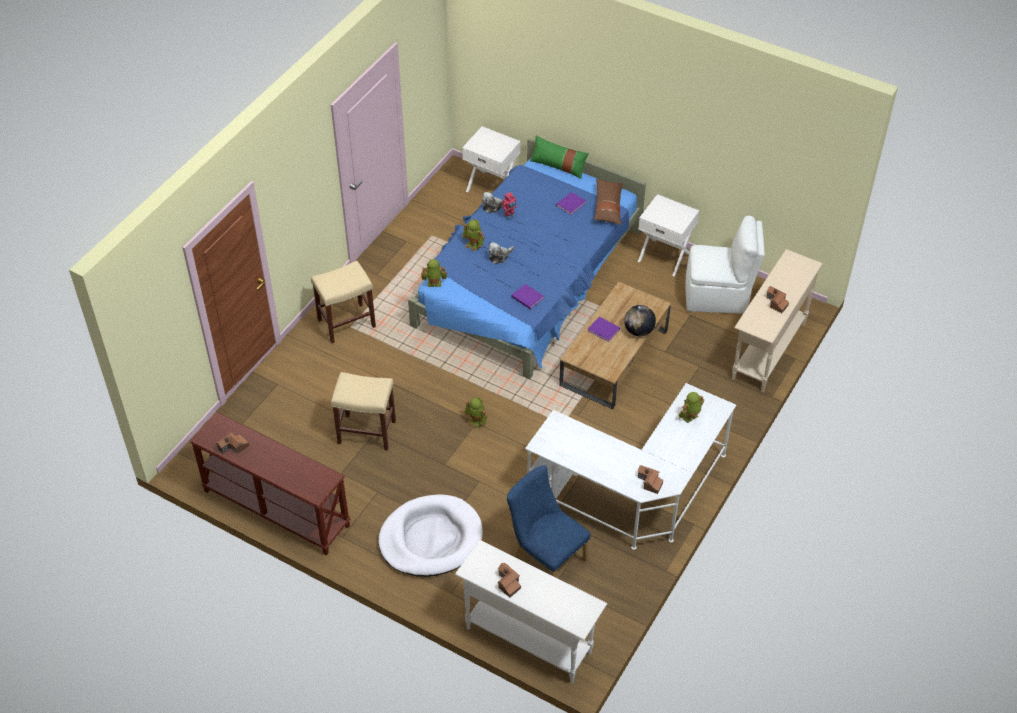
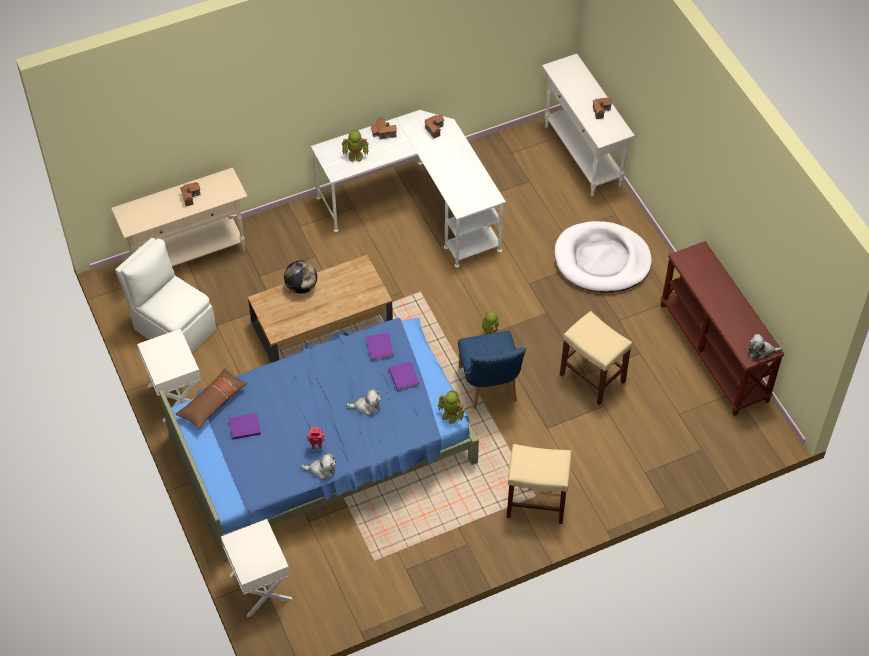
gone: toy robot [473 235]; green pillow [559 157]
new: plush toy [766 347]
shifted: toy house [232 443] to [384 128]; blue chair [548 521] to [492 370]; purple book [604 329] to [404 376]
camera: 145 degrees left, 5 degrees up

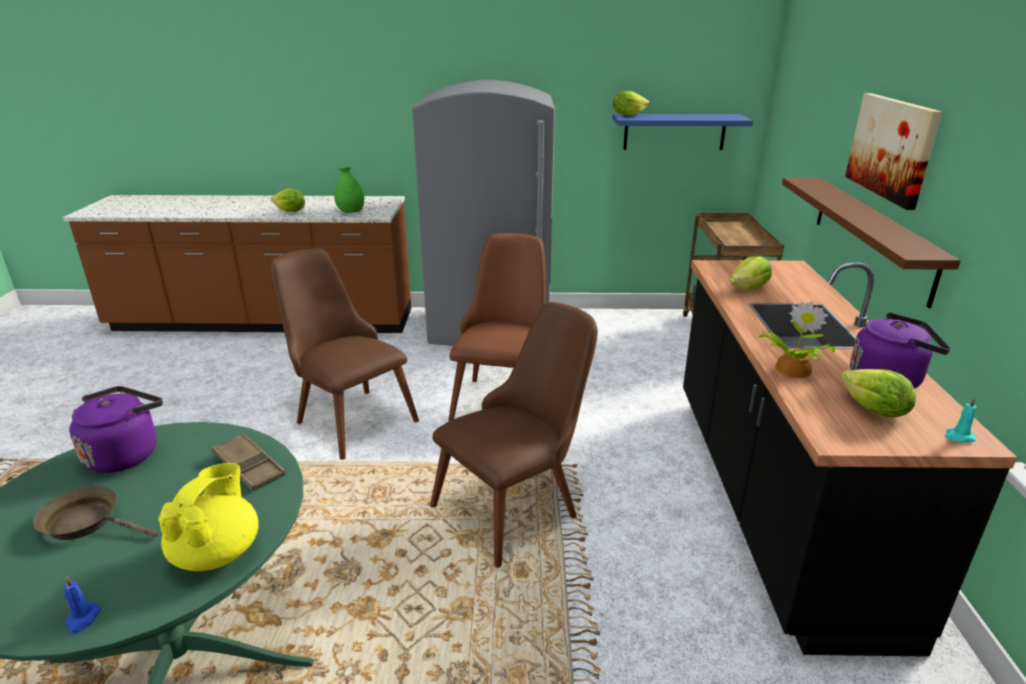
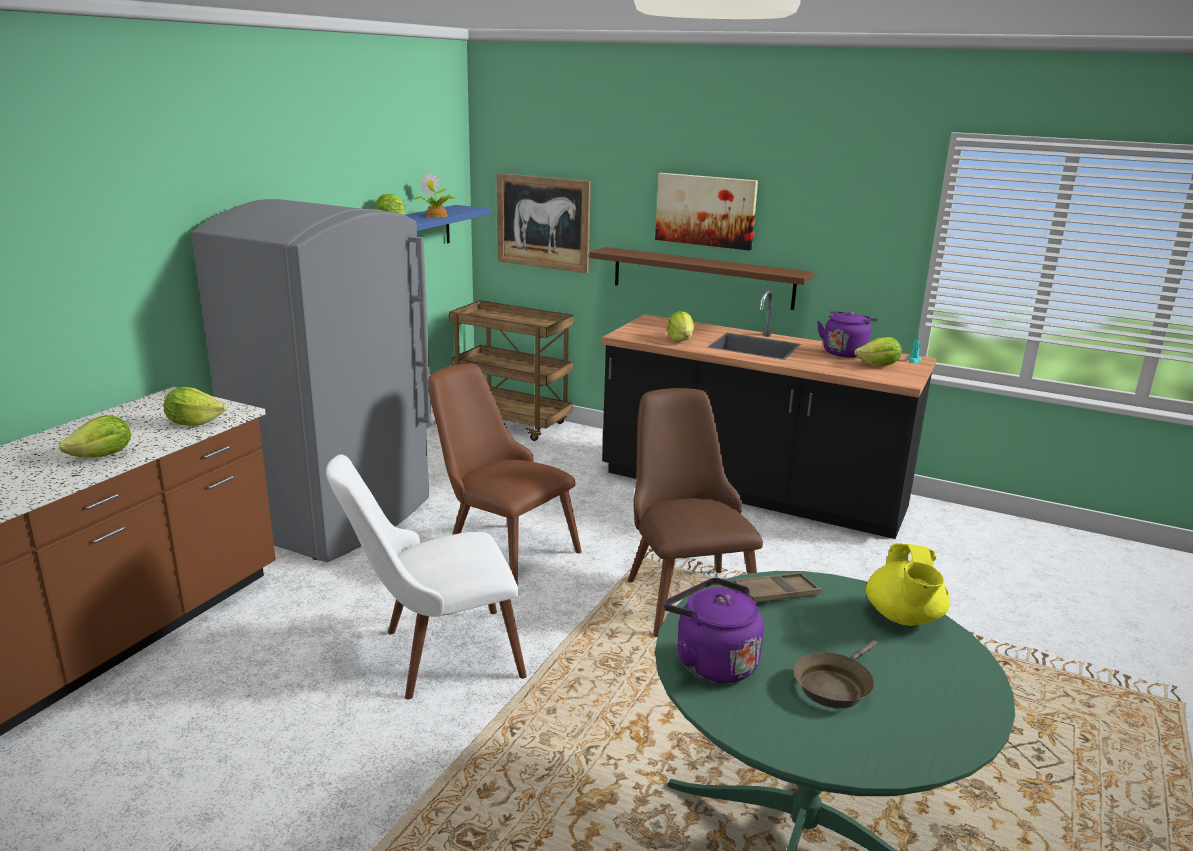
gone: blue candle [82 605]
new: picture [543 223]
shifted: potted plant [796 339] to [435 194]
swapped: green vase [349 190] to lettuce [195 406]
repainted: brown chair [344 354] to white chair [426 576]
rotated: yellow teapot [208 517] = [908 584] 120 degrees counterclockwise
camera: 65 degrees left, 5 degrees down

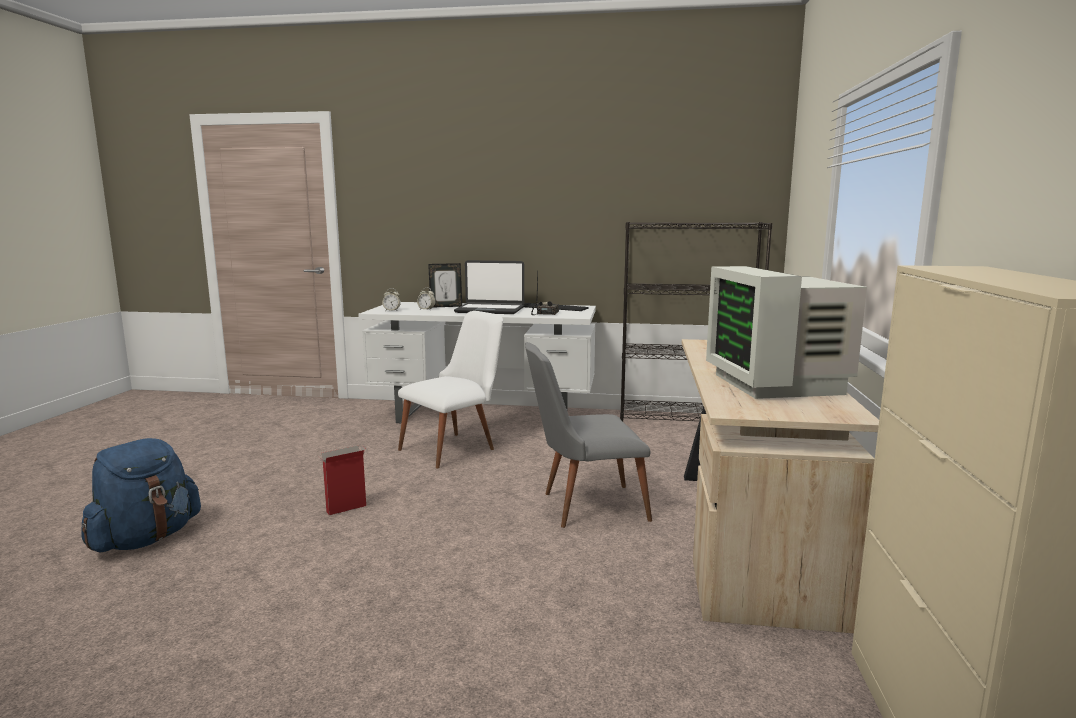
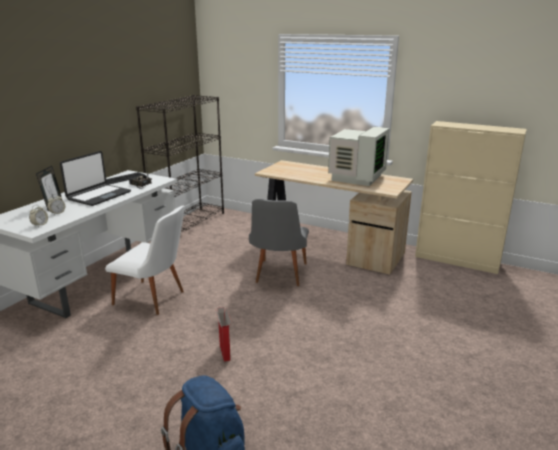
rotated: white chair [450 389] = [145 260] 135 degrees clockwise; monitor [786 332] = [359 156] 75 degrees counterclockwise
camera: 70 degrees left, 10 degrees up

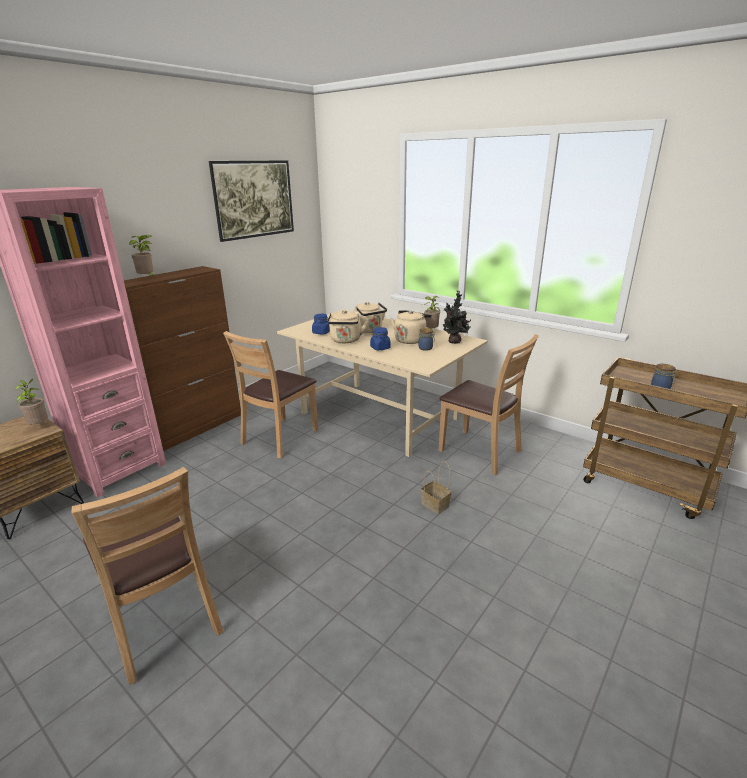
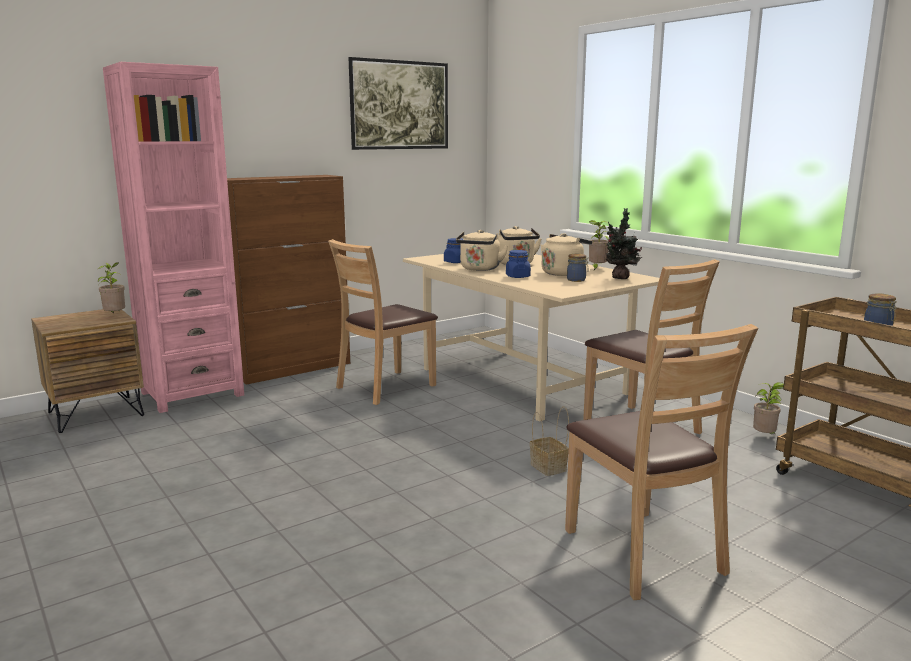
shifted: brown chair [147 576] to [662 462]; potted plant [143 255] to [768 408]
camera: 15 degrees right, 10 degrees down

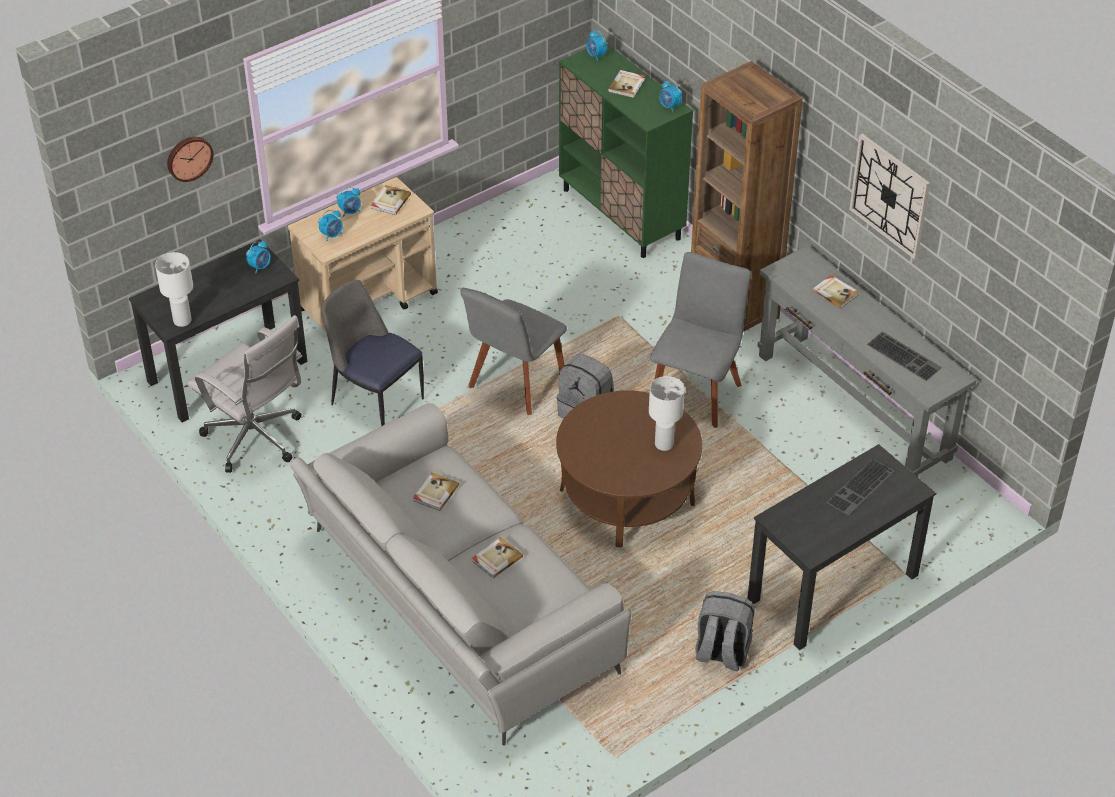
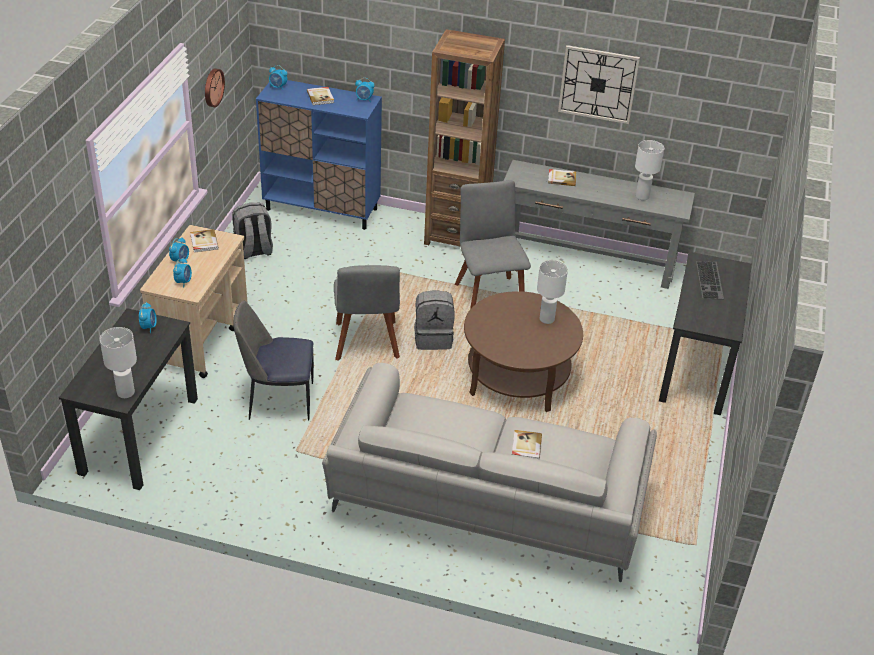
gone: white office chair [245 394]; book [436 491]
shifted: wall clock [190 159] to [215 87]; grey backpack [725 631] to [252 231]
swapped: keyboard [904 356] to white table lamp [649 170]
repainted: green cabinet [626 151] to blue cabinet [319 155]
camera: 40 degrees left, 5 degrees down

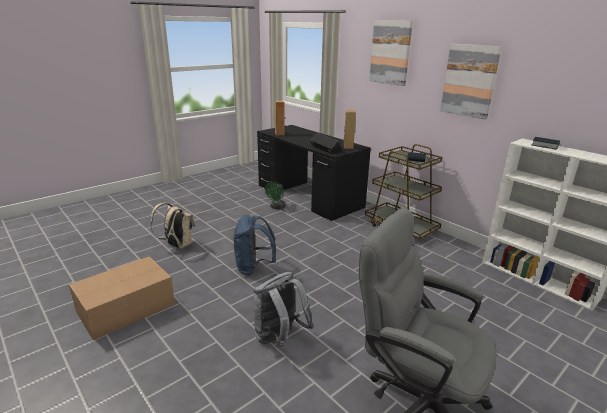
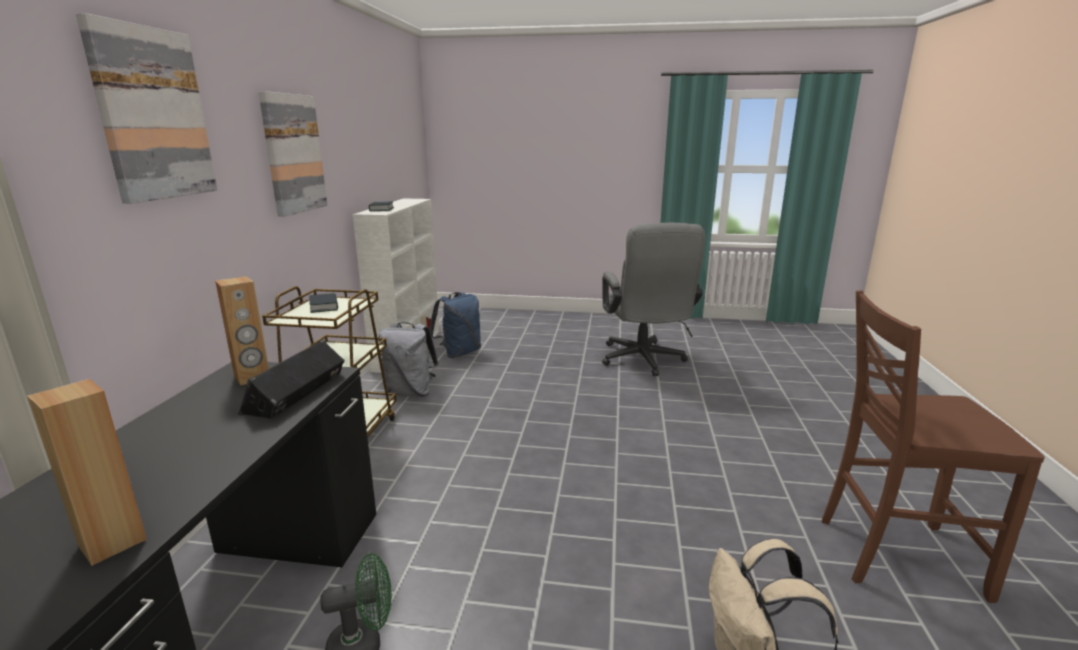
shifted: blue backpack [254 245] to [455 325]; grey backpack [283 309] to [408 359]
swapped: cardboard box [122 298] to brown chair [933 446]
camera: 130 degrees left, 5 degrees down

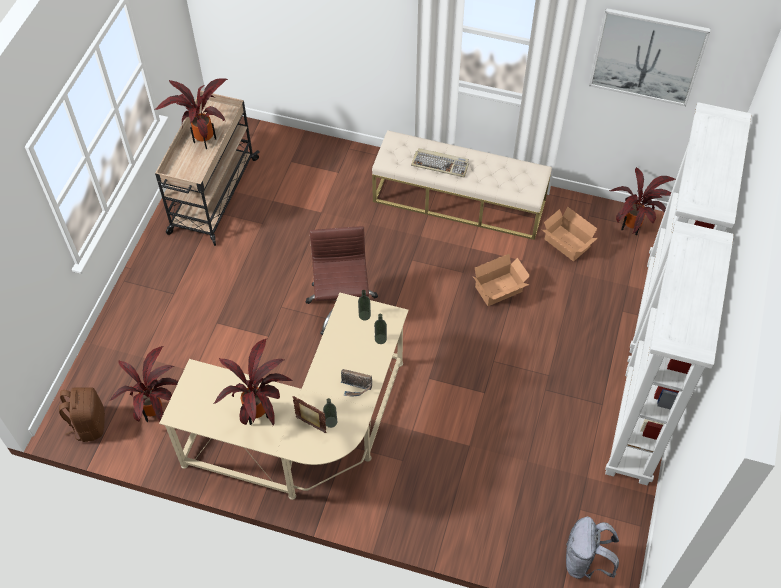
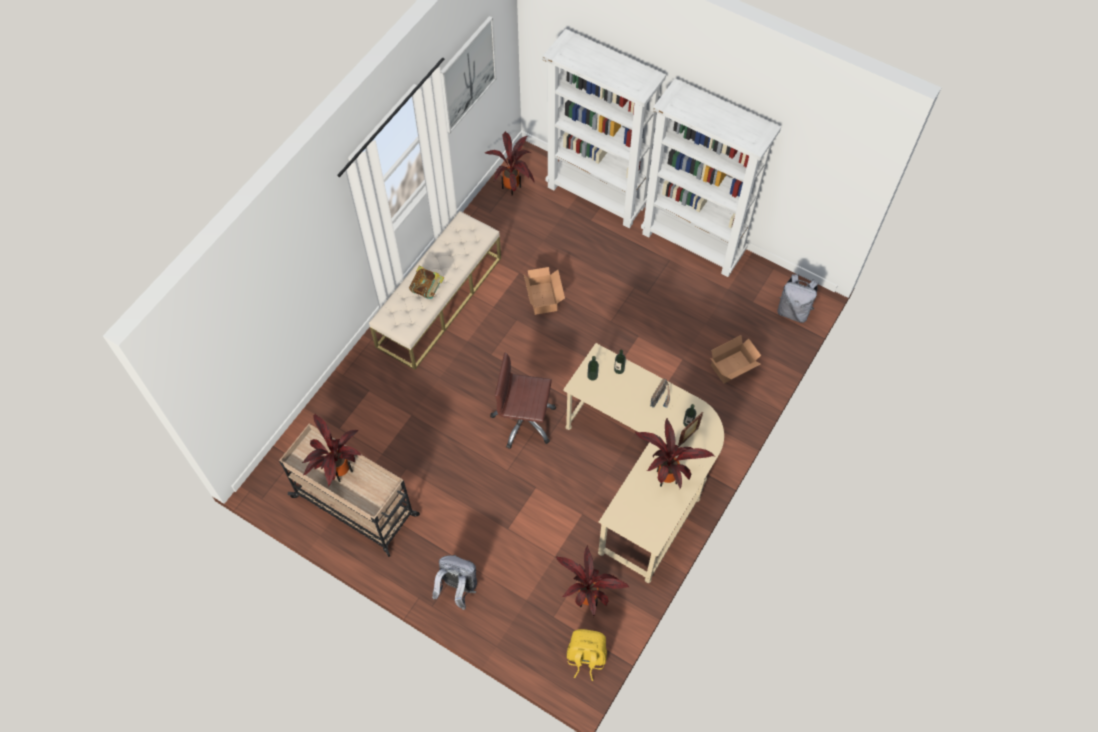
new: grey backpack [454 582]
shifted: cardboard box [570 234] to [735 359]
swapped: keyboard [440 163] to book [426 282]
repainted: brown backpack [82 414] to yellow backpack [587 655]
camera: 75 degrees left, 5 degrees up

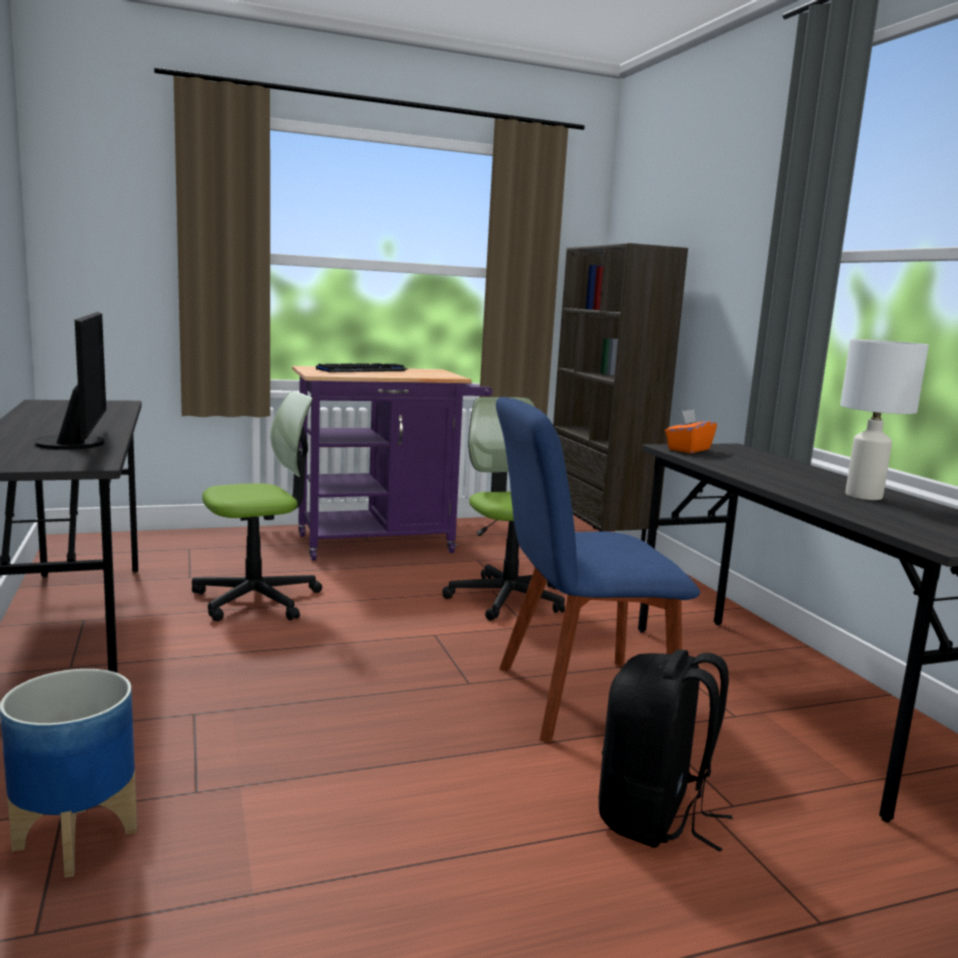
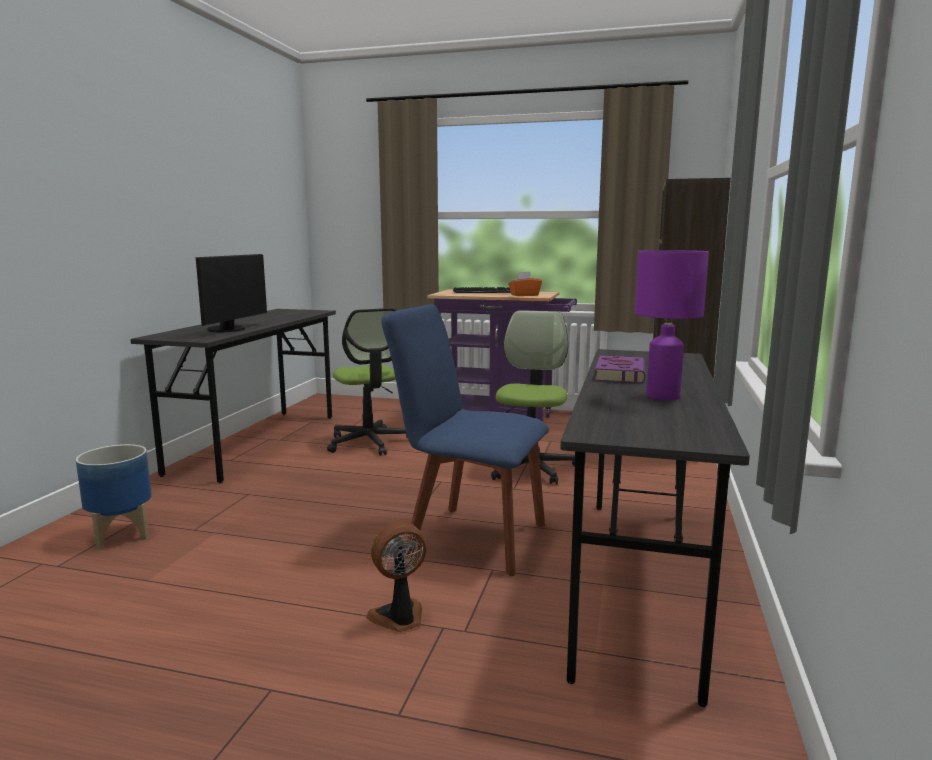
new: purple book [620 369]
shifted: orange tissue box [691 431] to [525 284]
swapped: black backpack [666 750] to fan [396 576]
repainted: white table lamp [884 419] to purple table lamp [672 325]
rotated: office chair [257 506] = [367 382] 60 degrees clockwise
camera: 35 degrees right, 0 degrees up

